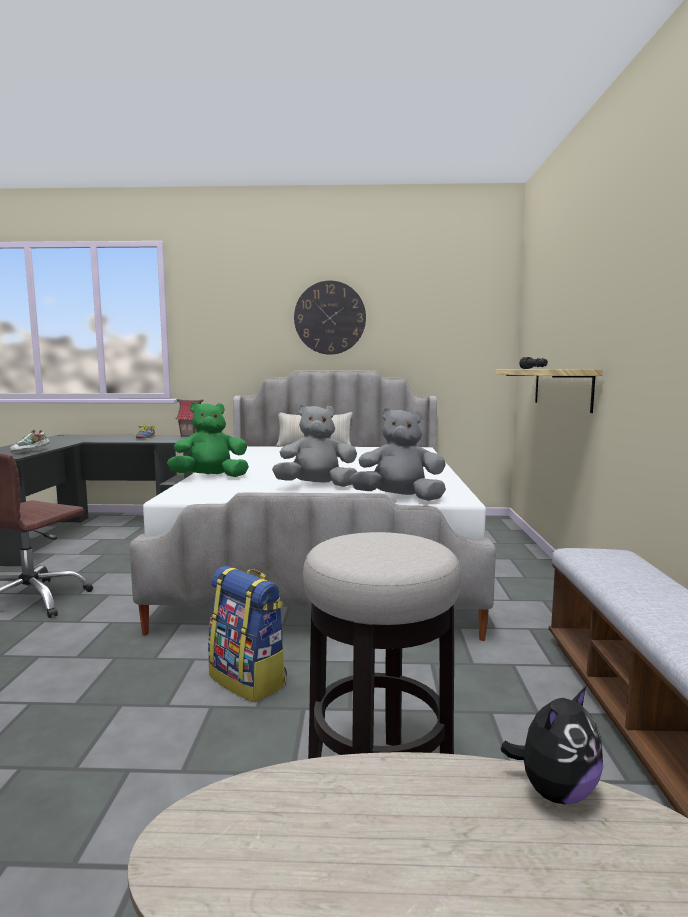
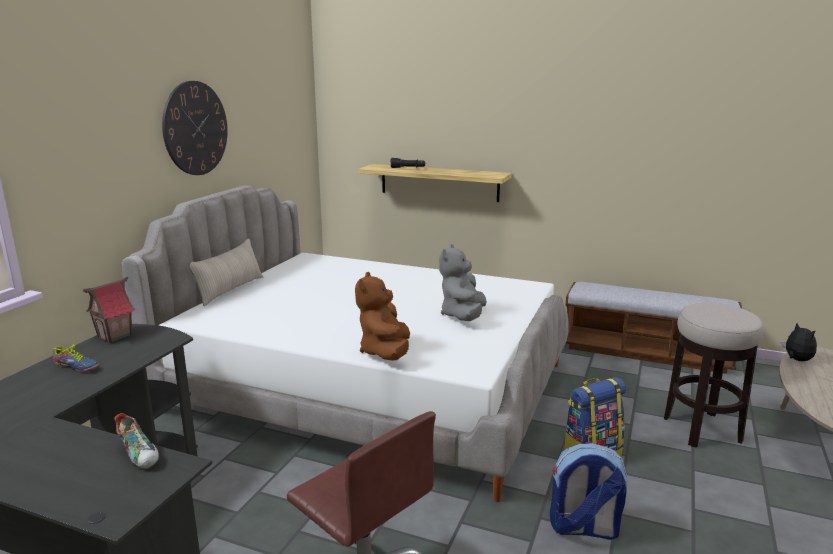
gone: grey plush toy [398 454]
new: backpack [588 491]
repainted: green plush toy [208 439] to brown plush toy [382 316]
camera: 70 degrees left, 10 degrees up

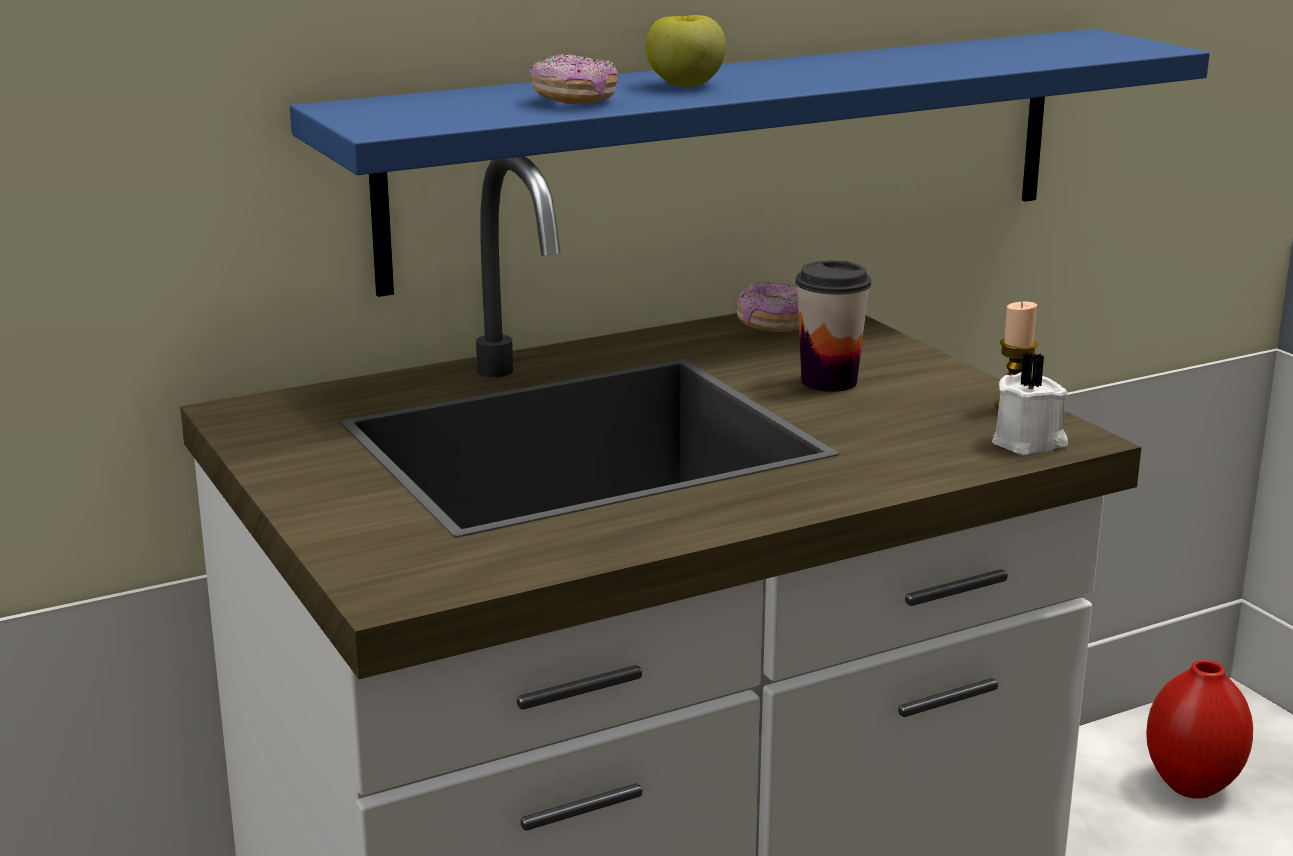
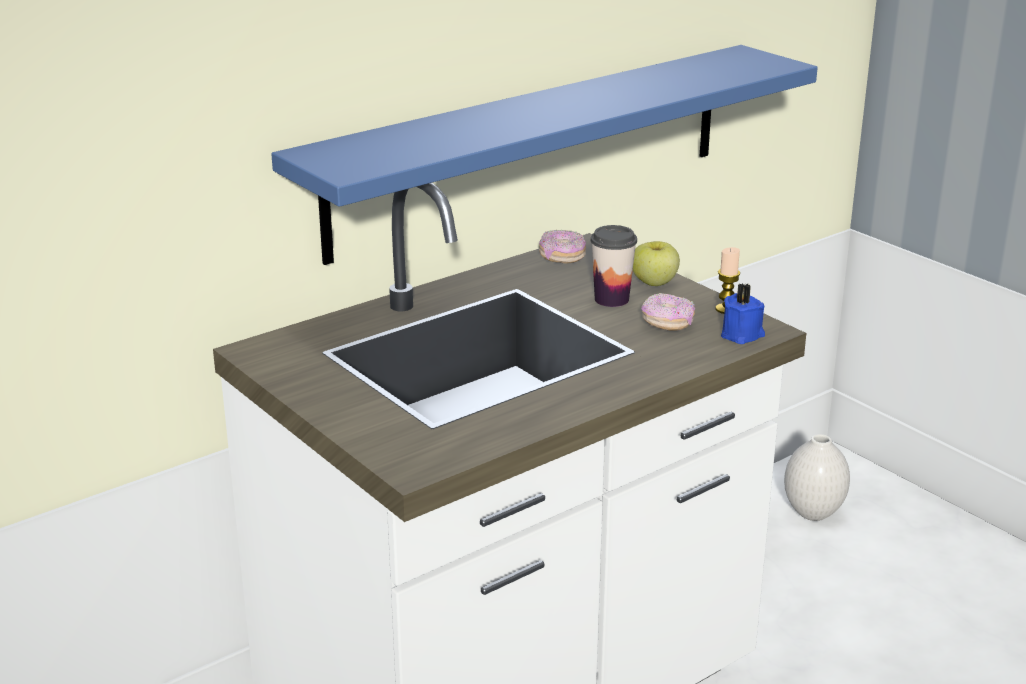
shifted: donut [573 79] to [668 312]; apple [686 51] to [656 263]
repainted: white candle [1030 404] to blue candle [743 313]; red vase [1199 729] to white vase [817 477]
camera: 10 degrees left, 5 degrees up

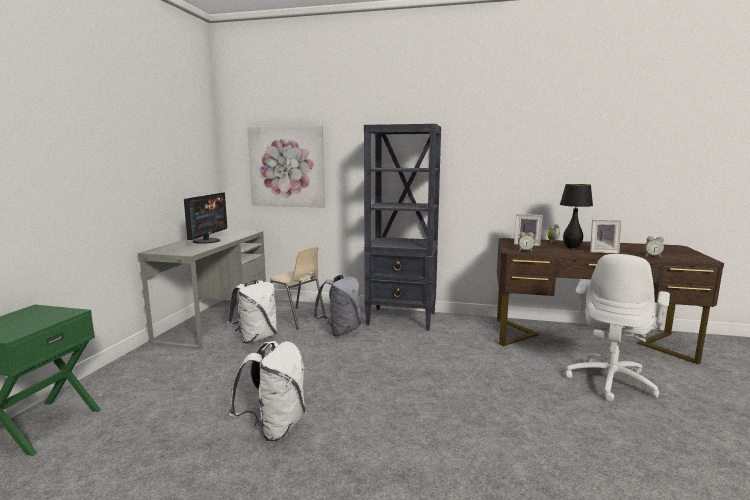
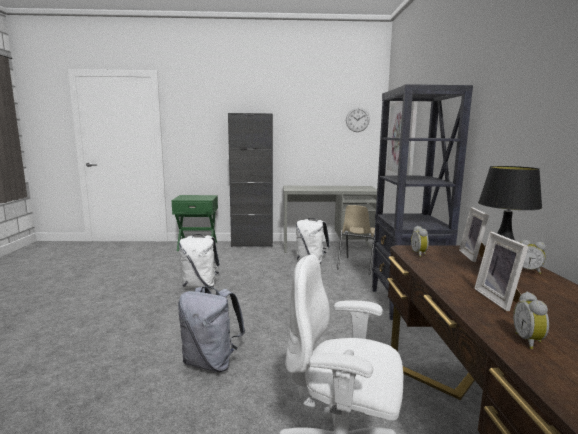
gone: monitor [205 218]
new: black cabinet [250 180]; wall clock [358 120]
shifted: grey backpack [337 305] to [211 329]
camera: 75 degrees right, 0 degrees up

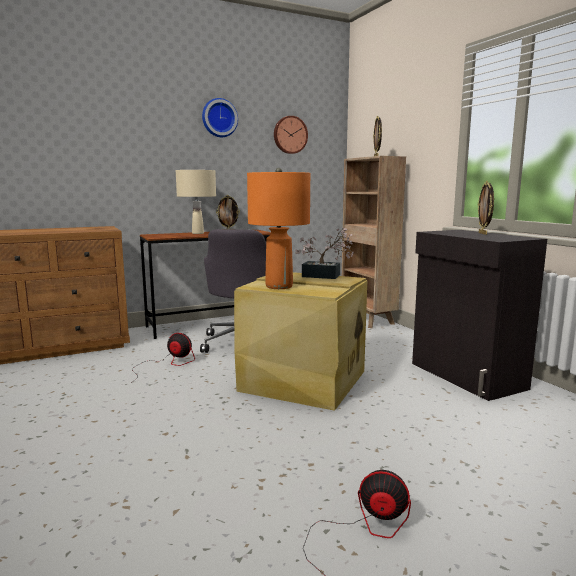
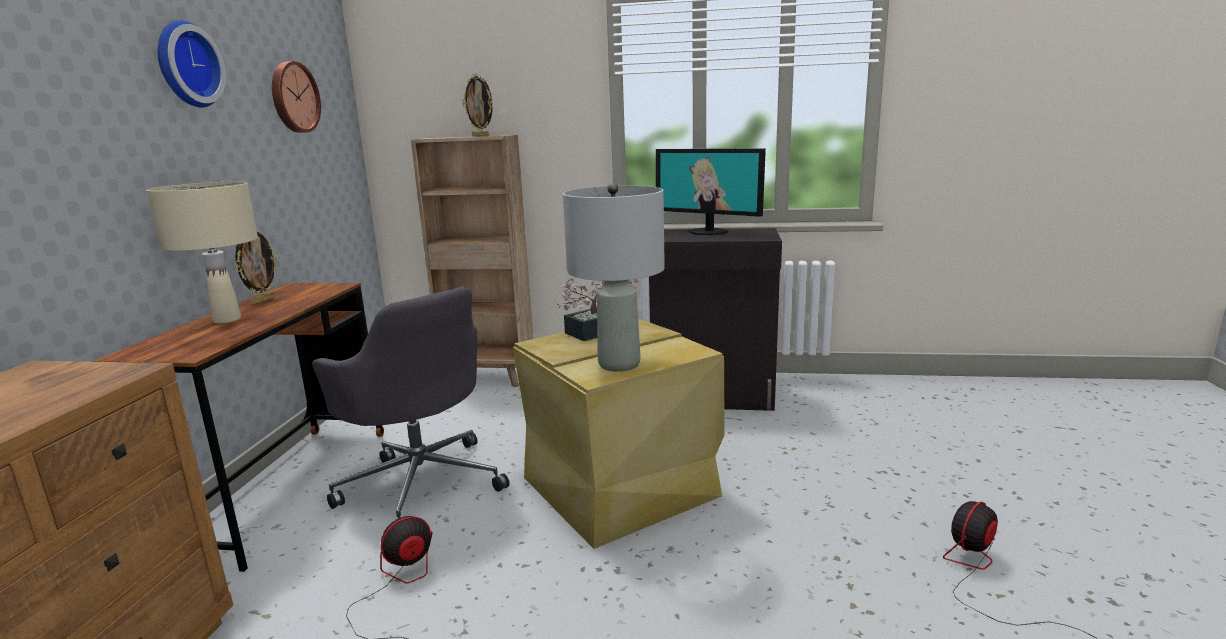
swapped: picture frame [486 208] to monitor [711 191]
repainted: orange table lamp [278 228] to grey table lamp [614 277]
camera: 55 degrees left, 5 degrees up

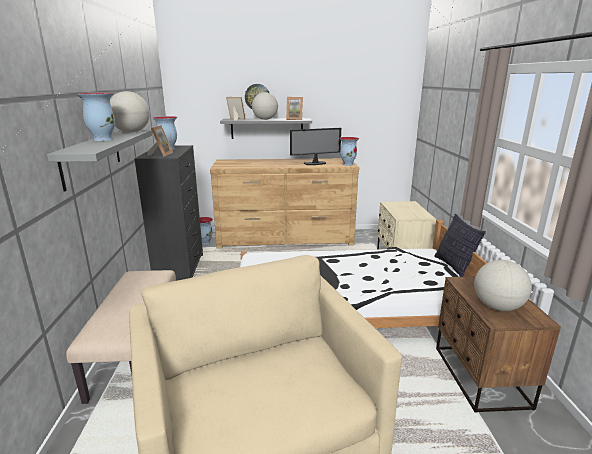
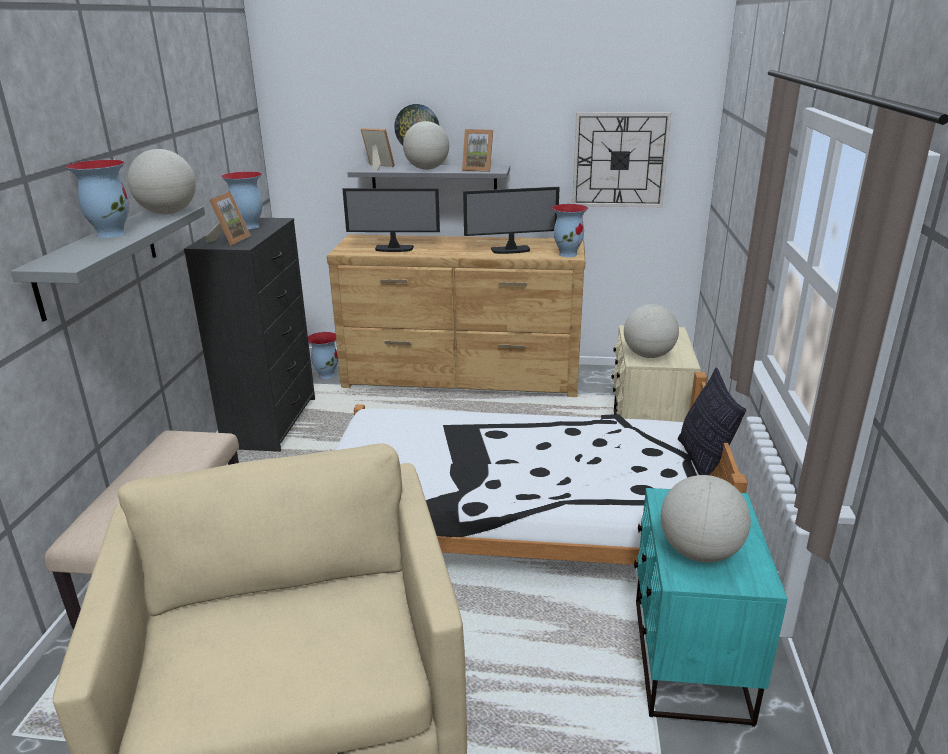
new: monitor [391 220]; wall clock [622 159]; globe [651 331]
repainted: brown nightstand [498 344] to turquoise nightstand [711 607]
camera: 10 degrees right, 5 degrees up

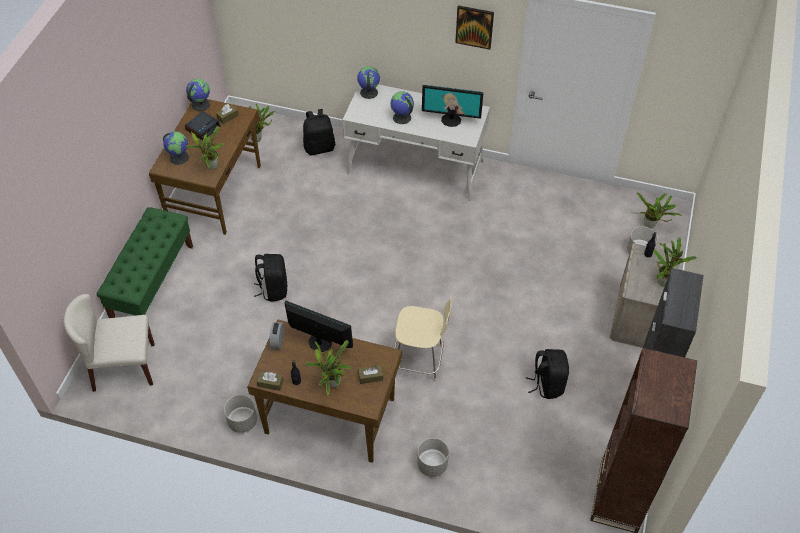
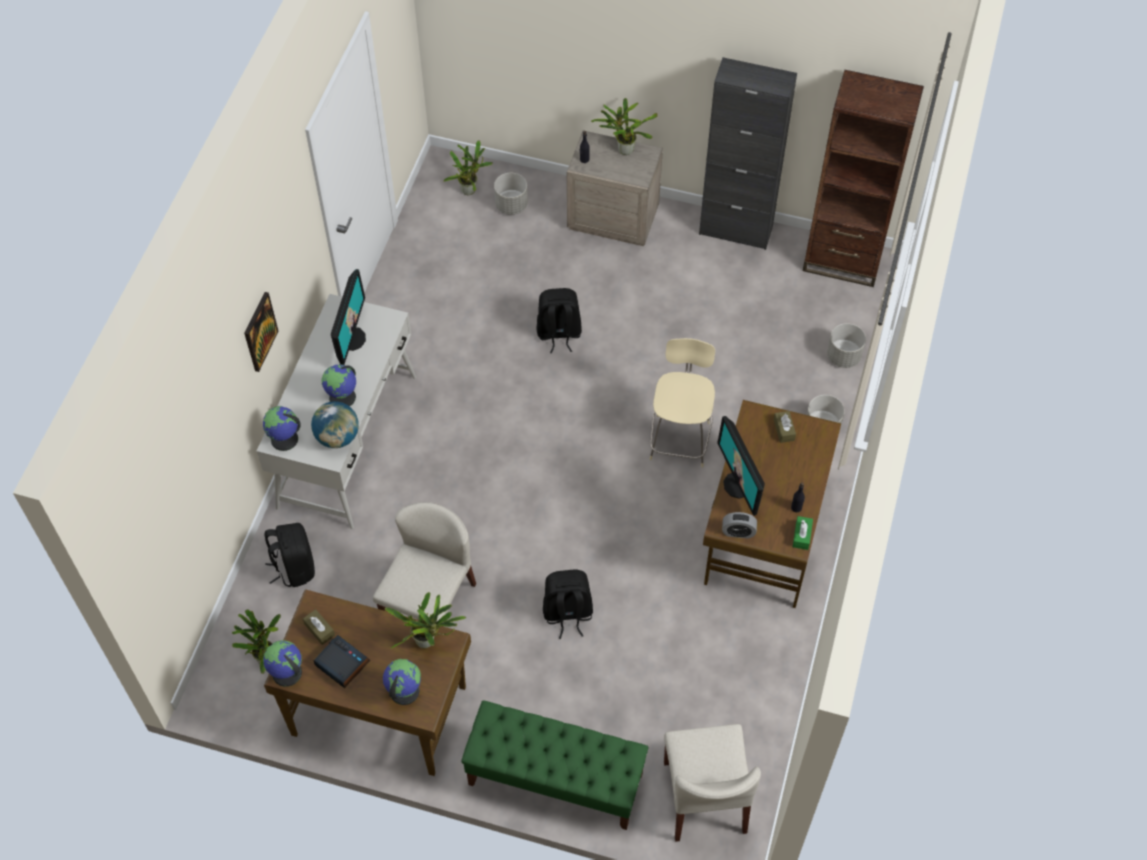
gone: potted plant [328 368]
new: globe [335 424]; beige chair [424 562]
shifted: grey planter [240 414] to [846 345]; picture [474 27] to [261 332]; black backpack [547 374] to [559 320]
repainted: brown tissue box [270 381] to green tissue box [803 533]
rotated: monitor [318 326] = [741 466] 45 degrees counterclockwise
camera: 90 degrees left, 5 degrees up

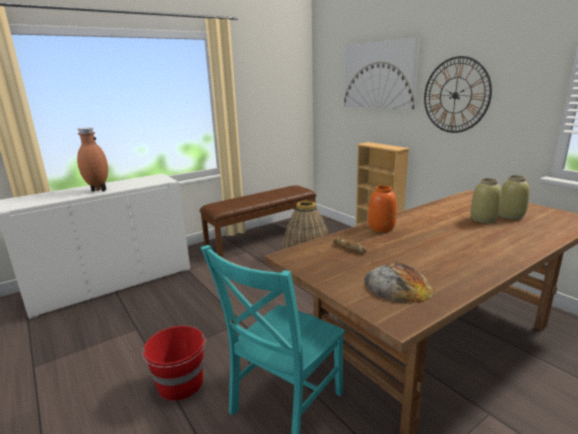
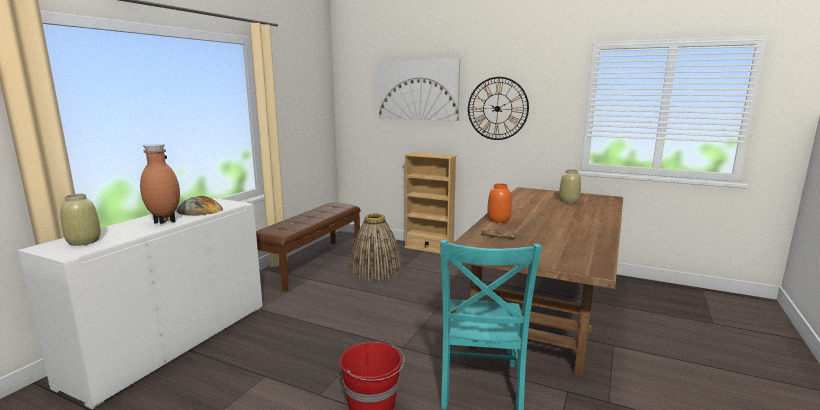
shifted: bread [399 283] to [200 206]; beige vase [486 200] to [80 220]
camera: 30 degrees left, 5 degrees down

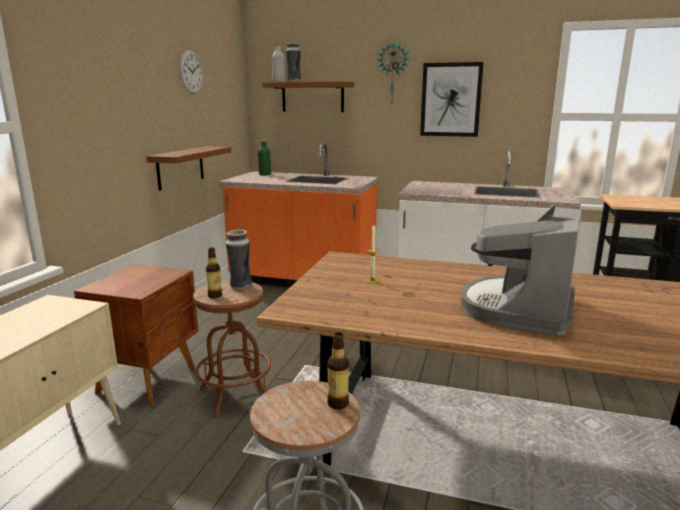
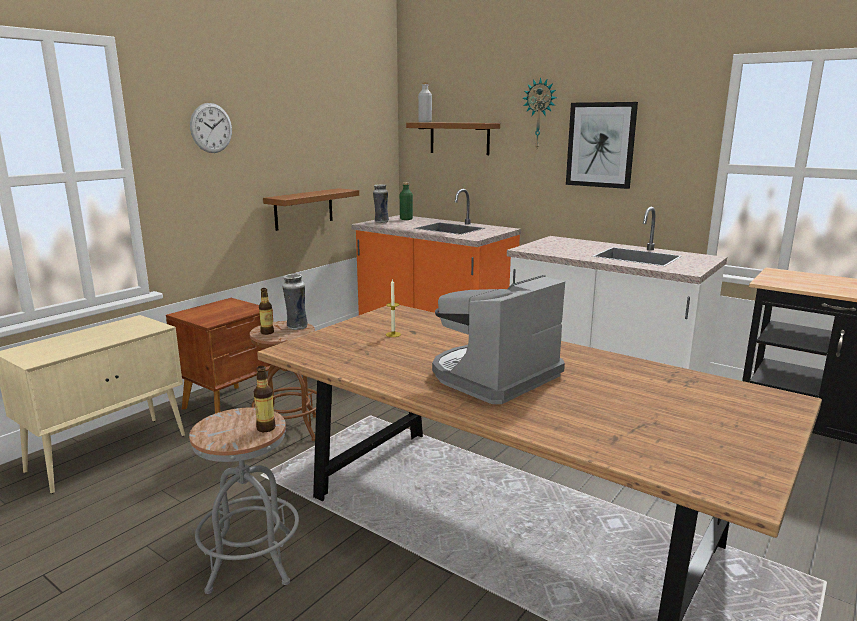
shifted: wall clock [191 72] to [211 128]; vase [293 62] to [381 203]
camera: 20 degrees right, 0 degrees up

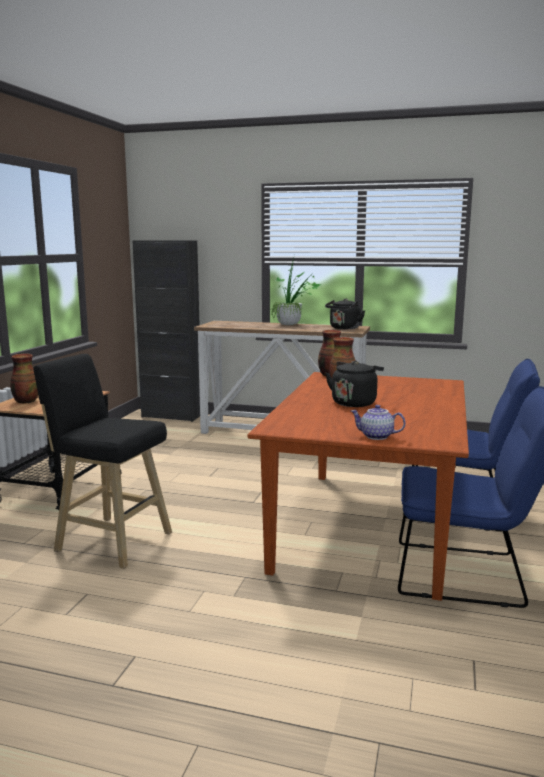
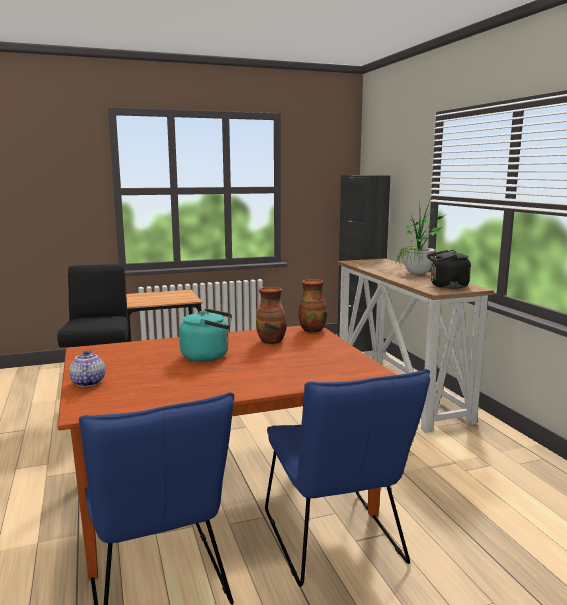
gone: vase [24 379]
repainted: black kettle [355 384] to turquoise kettle [205 334]
camera: 55 degrees right, 0 degrees up

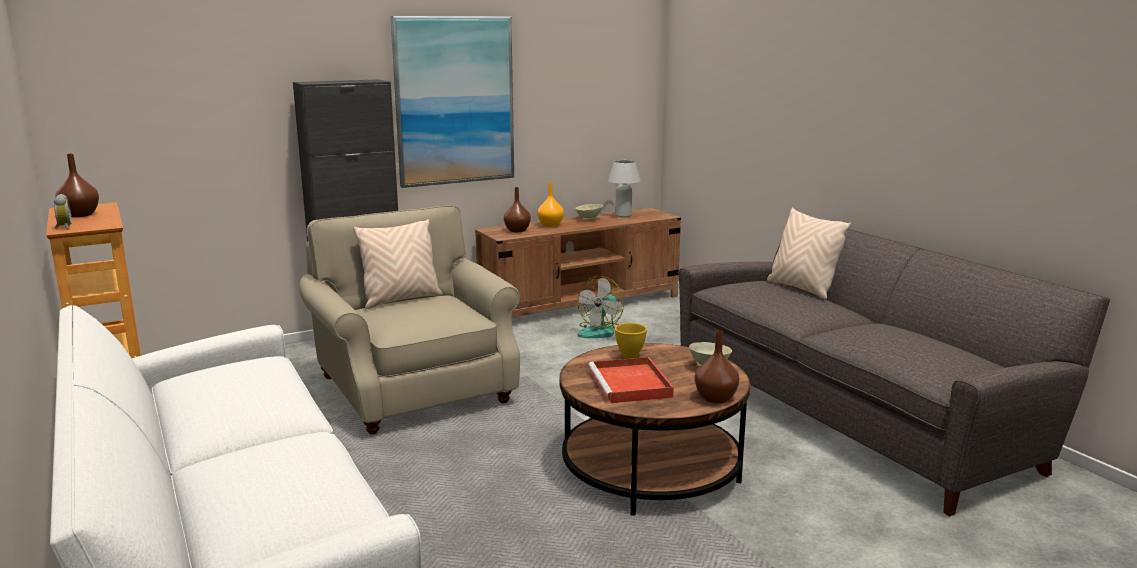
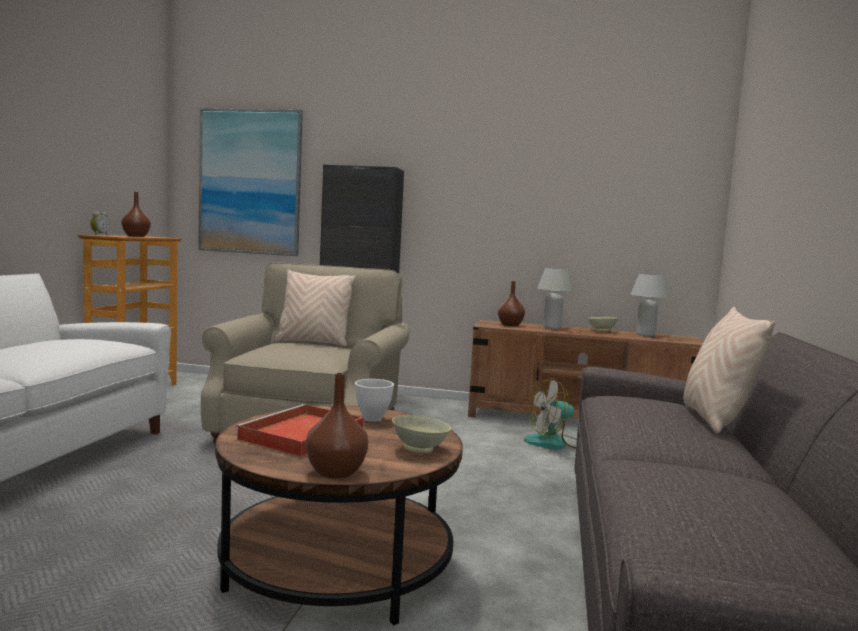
shifted: picture [452 102] to [250 182]
swapped: orange vase [551 205] to white table lamp [555 298]
repainted: yellow bowl [631 341] to white bowl [374 400]
camera: 40 degrees right, 10 degrees down

